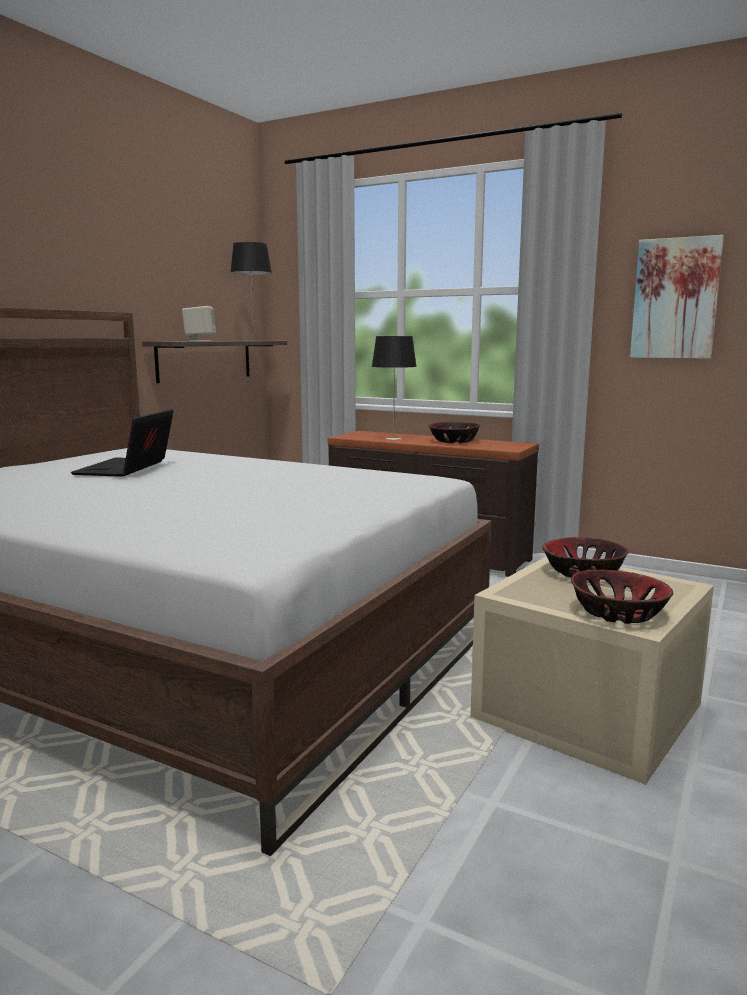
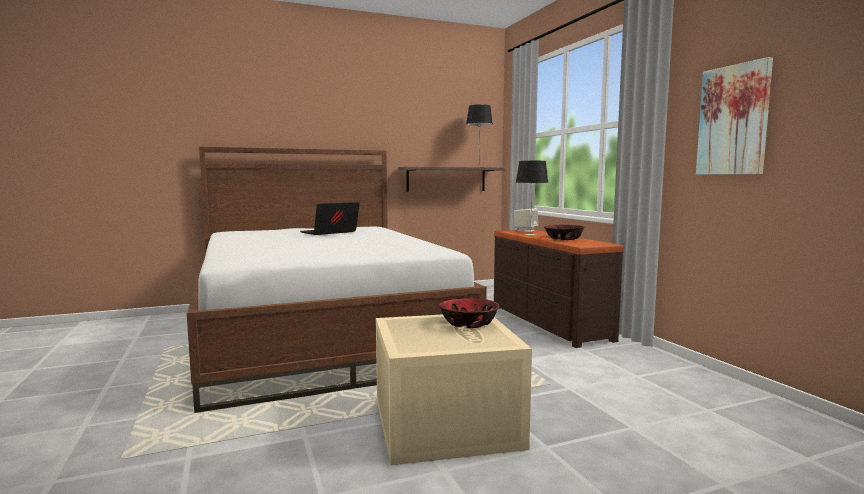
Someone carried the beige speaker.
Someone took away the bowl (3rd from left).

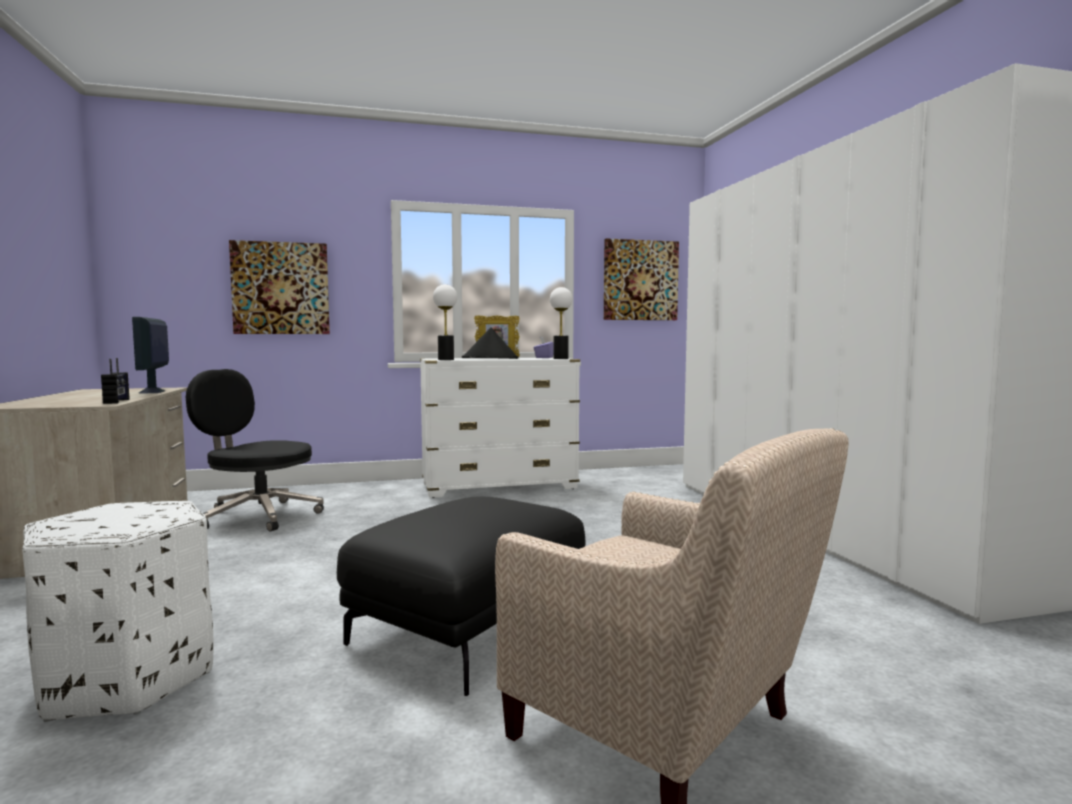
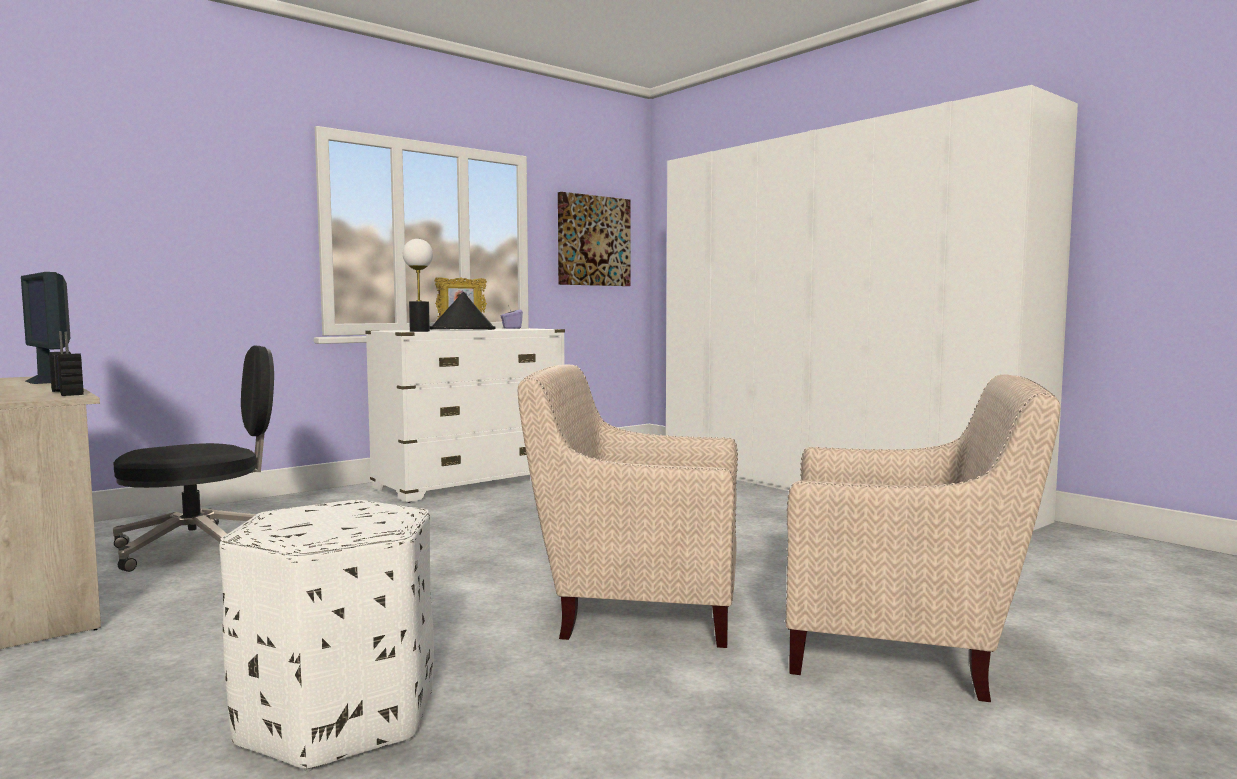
Someone took away the picture (1st from left).
Someone took away the table lamp (2nd from left).
Someone rotated the black office chair by 150 degrees clockwise.
Someone swapped the black ottoman for the beige armchair (1st from left).

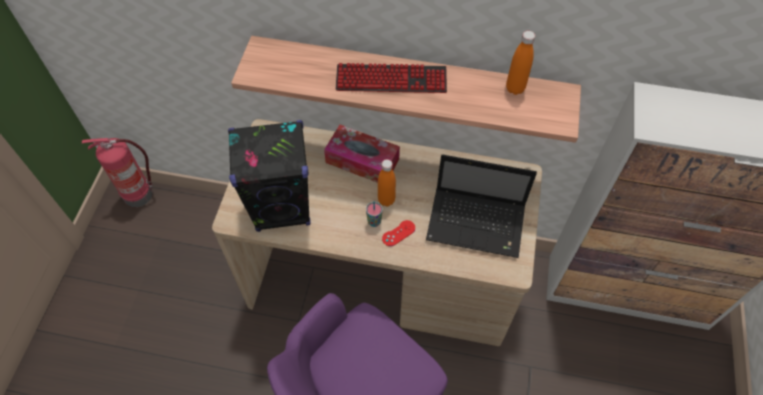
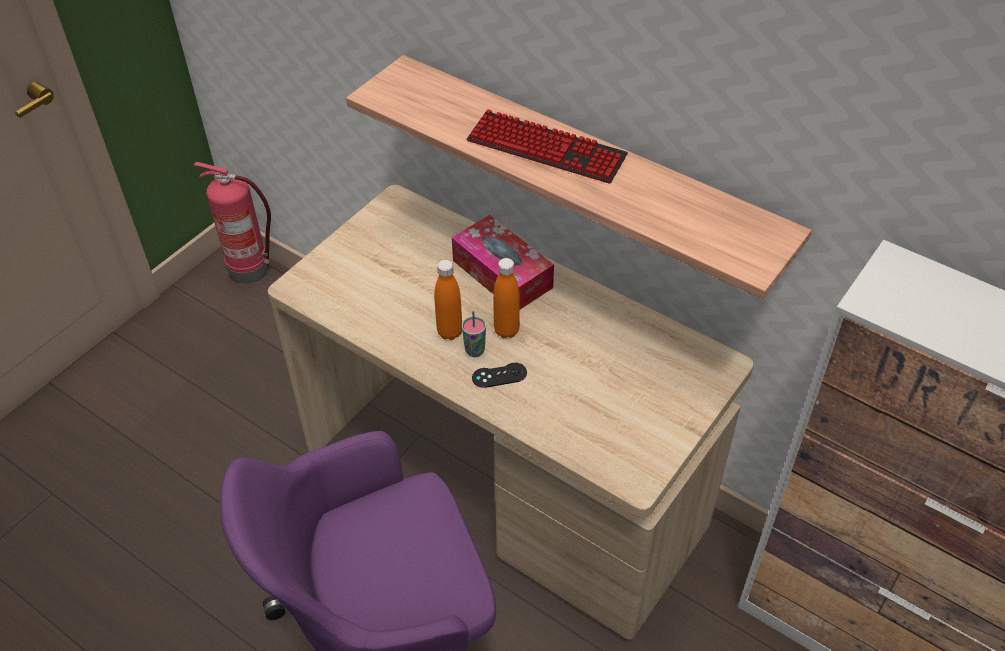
Someone carried the orange bottle (2nd from left in the first image).
Someone took away the black speaker.
Someone took away the laptop.
Someone repainted the red game controller, which became the black game controller.

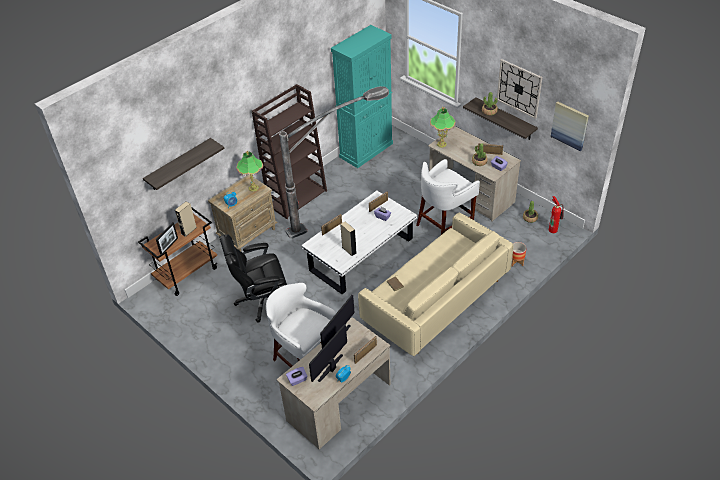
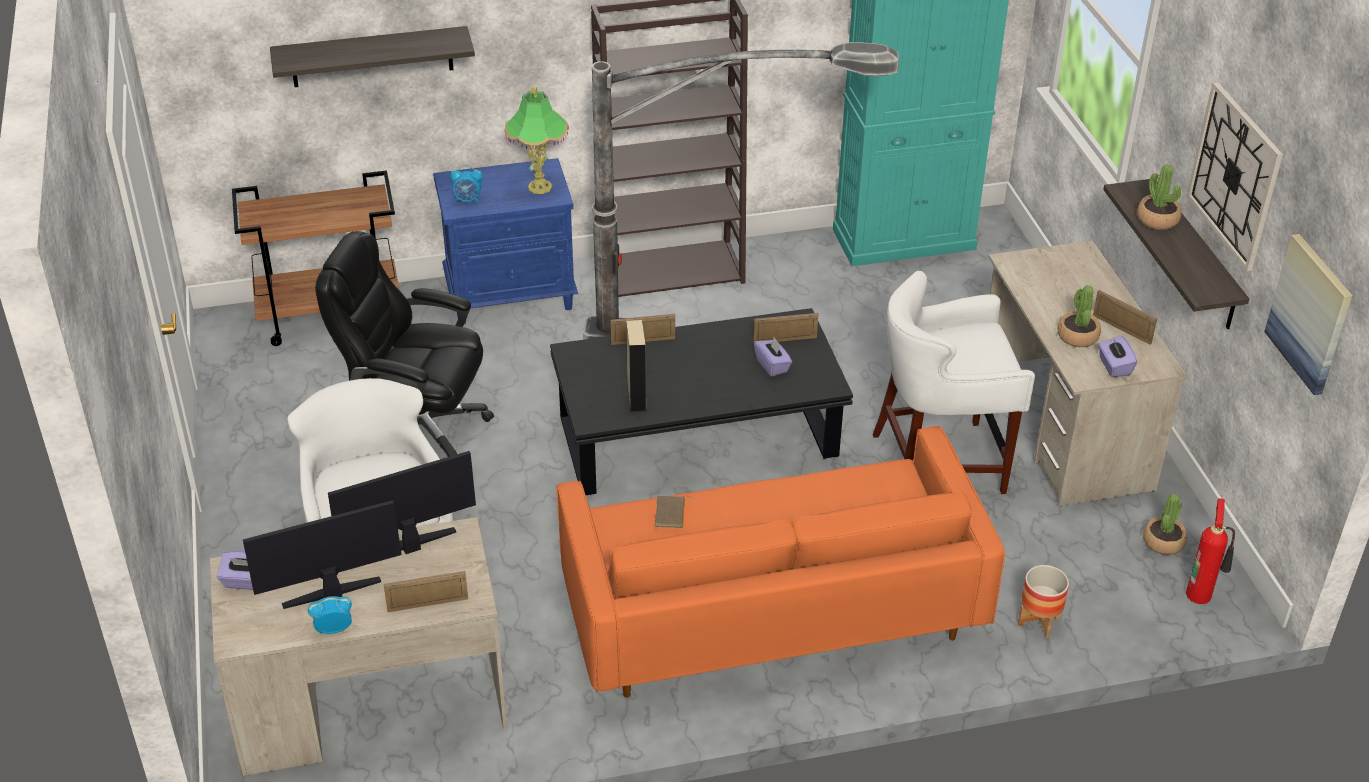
Someone took away the table lamp (2nd from left).
Someone repainted the beige nightstand, which became the blue nightstand.
Someone repainted the white coffee table, which became the black coffee table.
Someone took away the beige speaker (1st from left).
Someone repainted the beige sofa, which became the orange sofa.
Someone took away the picture frame (1st from left).

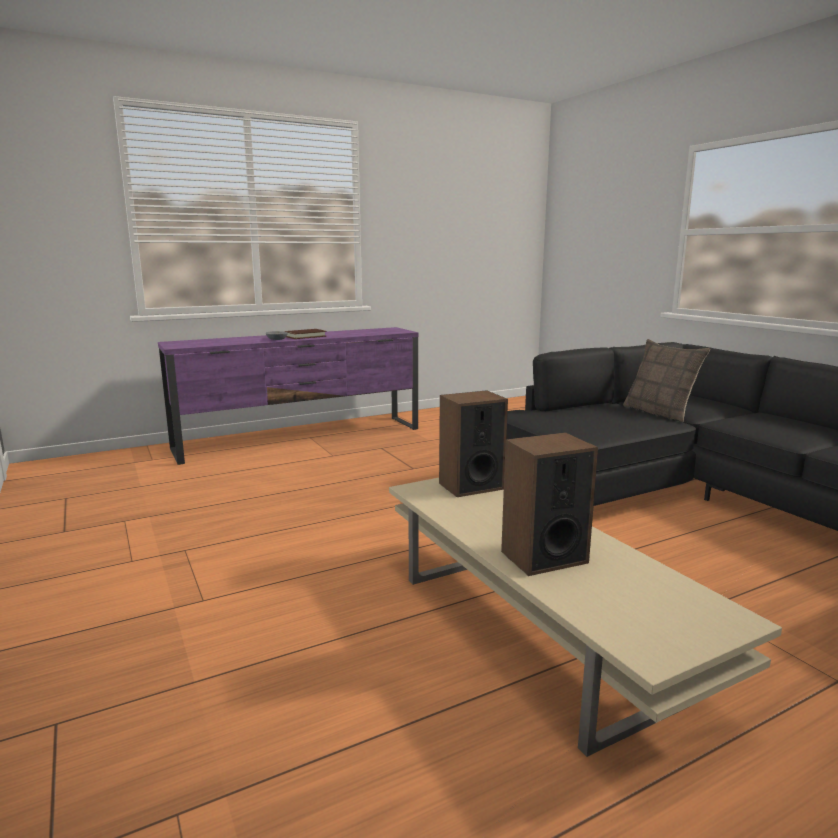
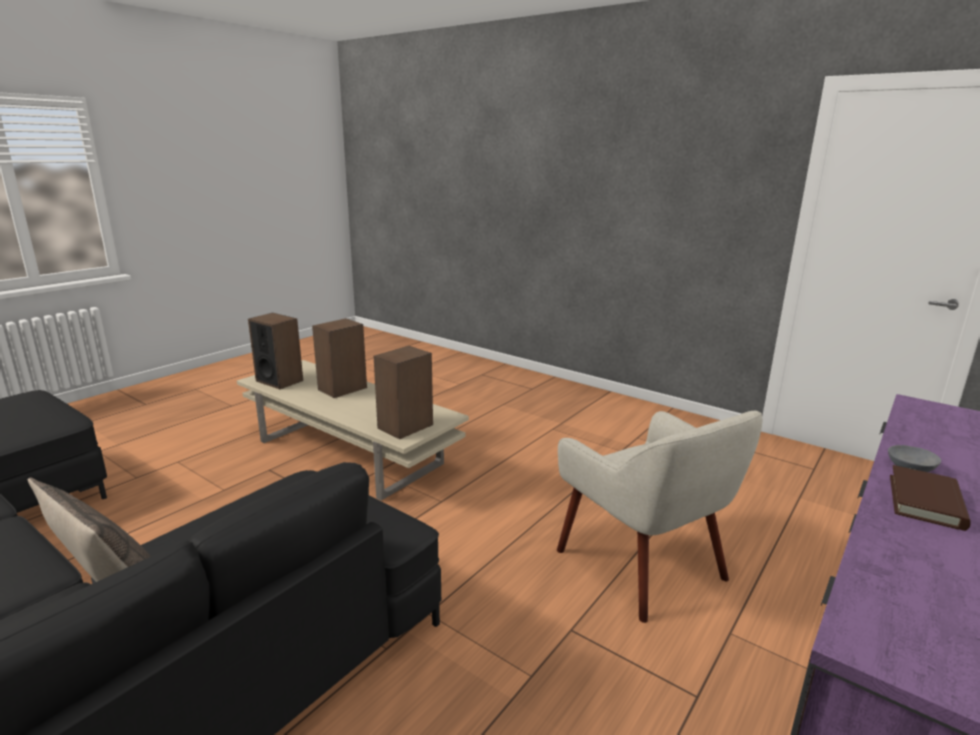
Someone put down the speaker (1st from left).
Someone put down the beige armchair.

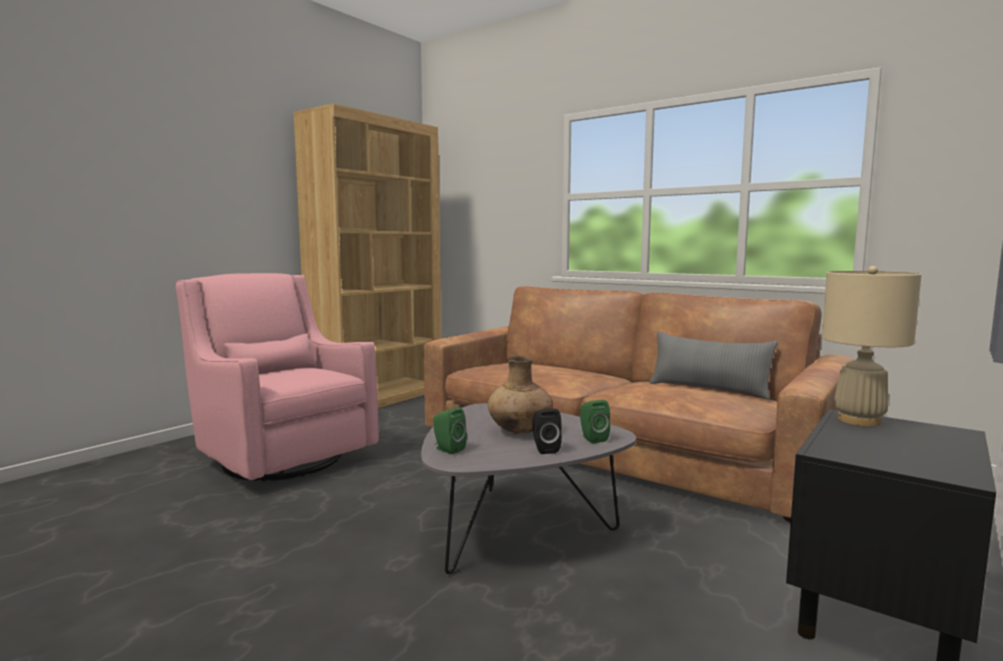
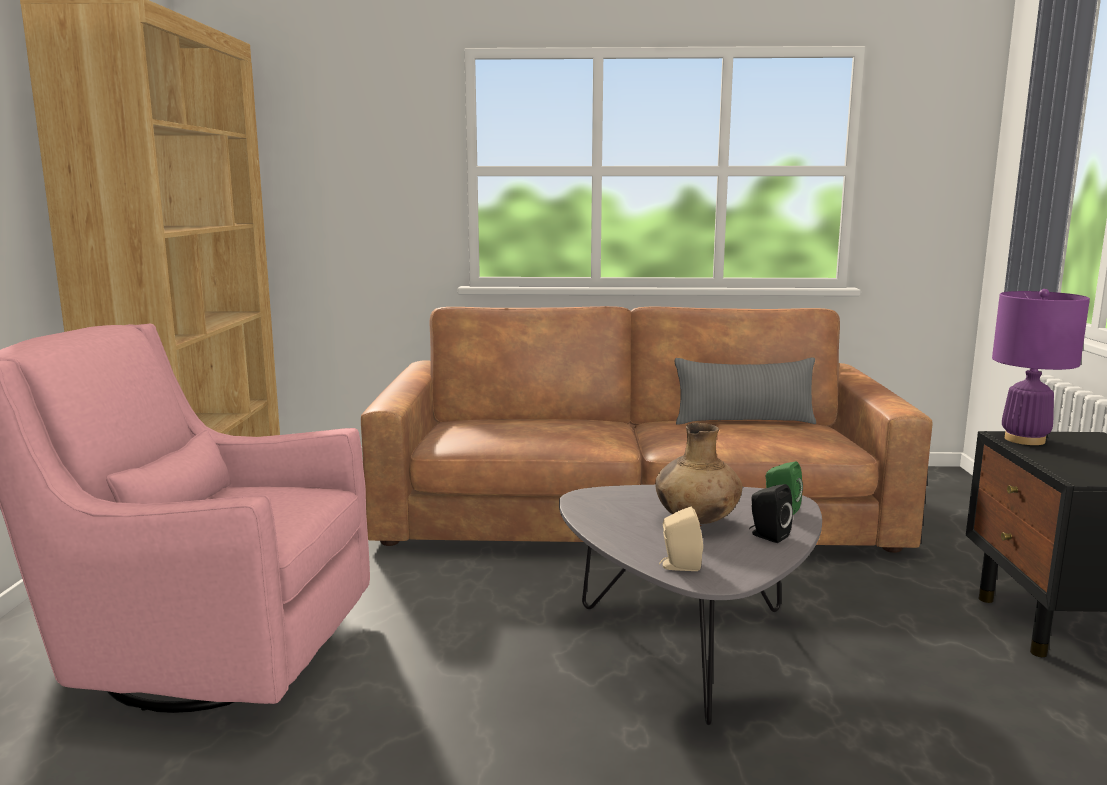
Someone repainted the beige table lamp, which became the purple table lamp.
Someone repainted the green speaker (1st from left), which became the beige speaker.

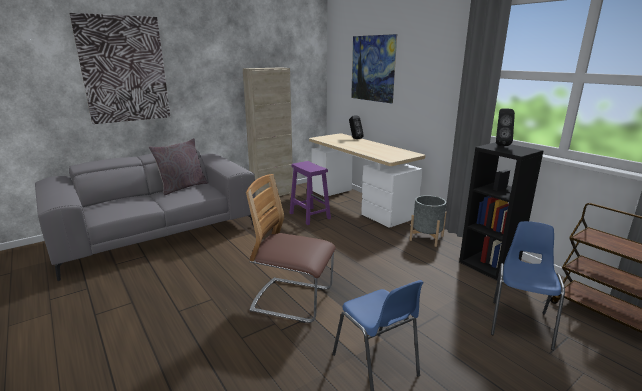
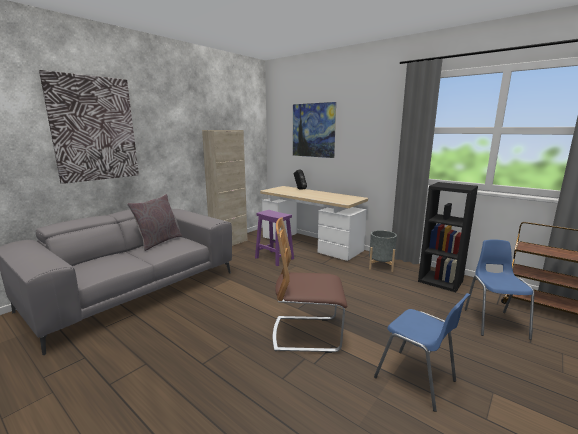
Someone took away the black speaker (2nd from left).

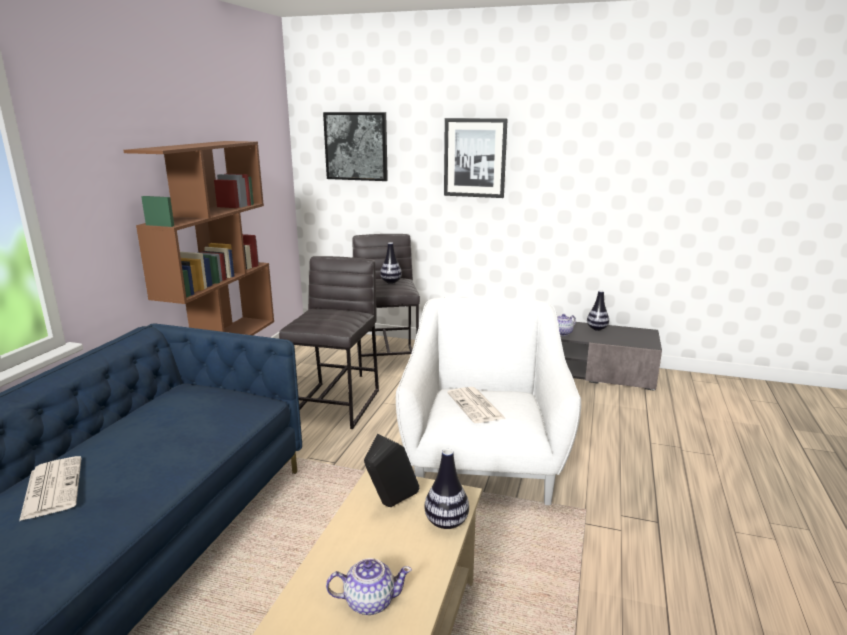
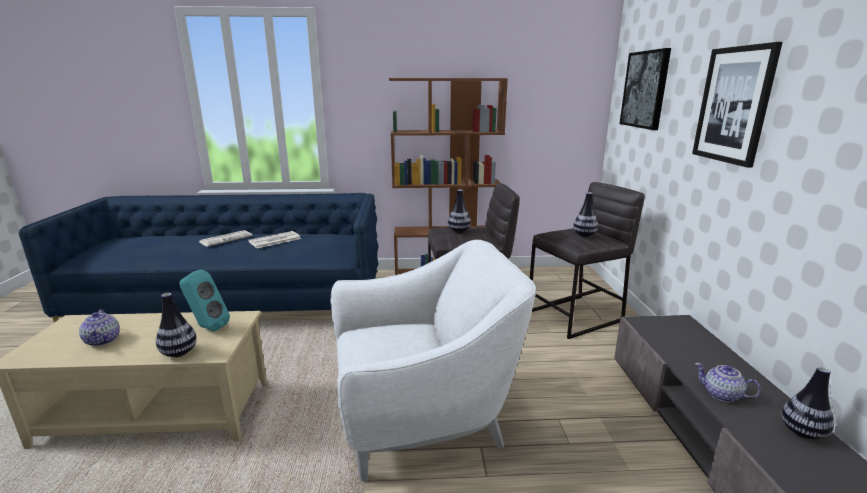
Someone carried the newspaper (2nd from left).
Someone repainted the black speaker, which became the turquoise speaker.
Someone put down the vase (2nd from left).

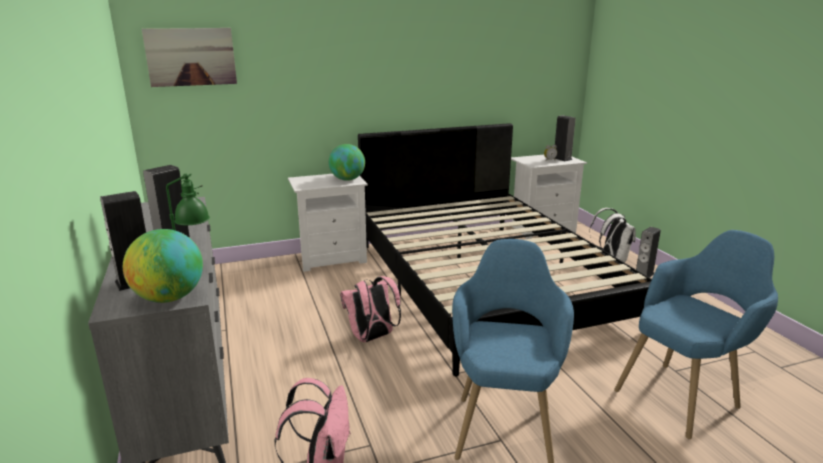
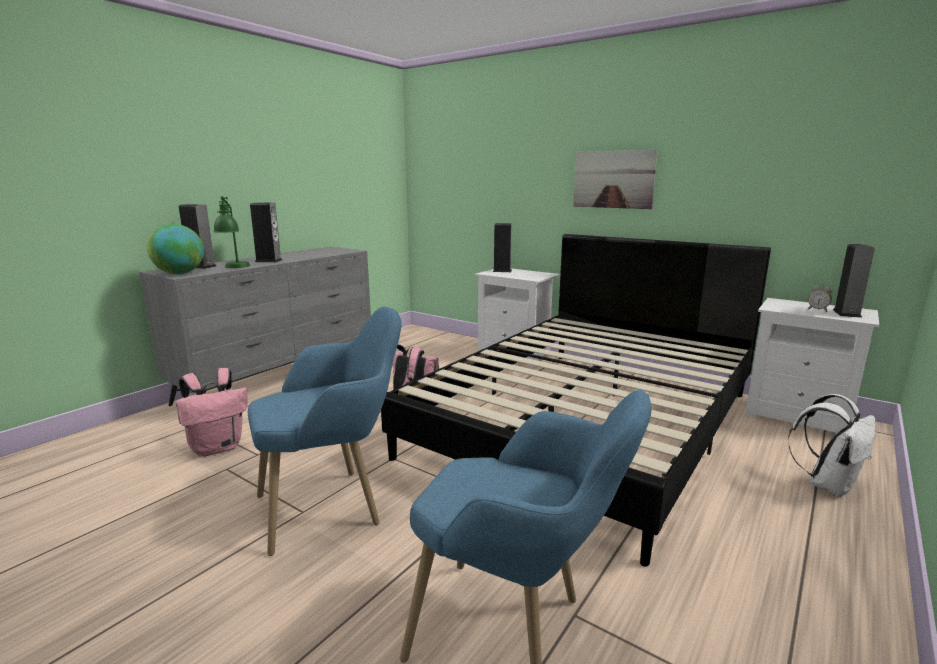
Someone carried the picture.
Someone took away the globe (2nd from left).
Someone carried the speaker (4th from left in the first image).

